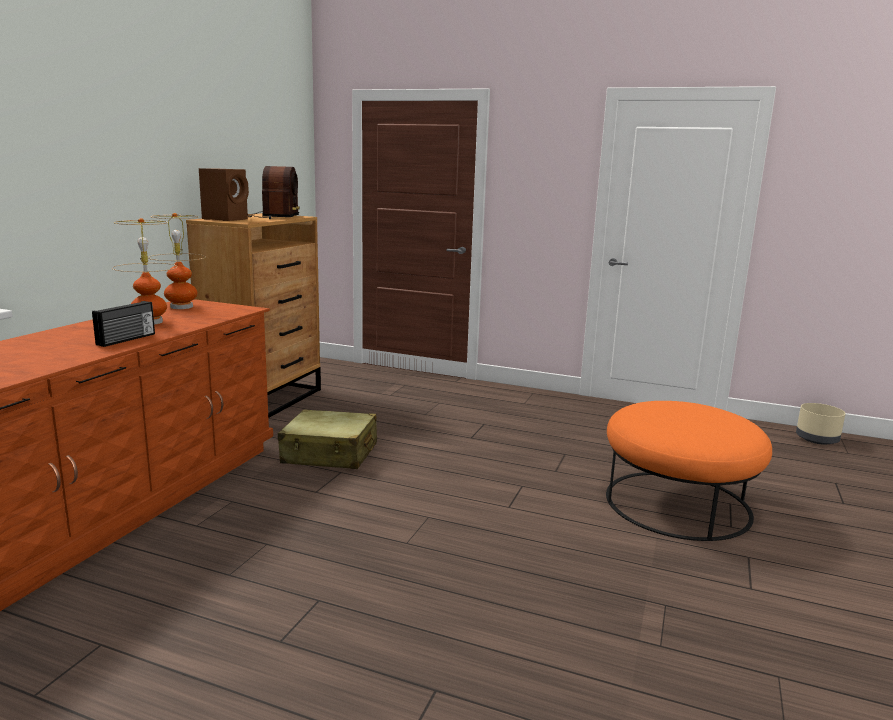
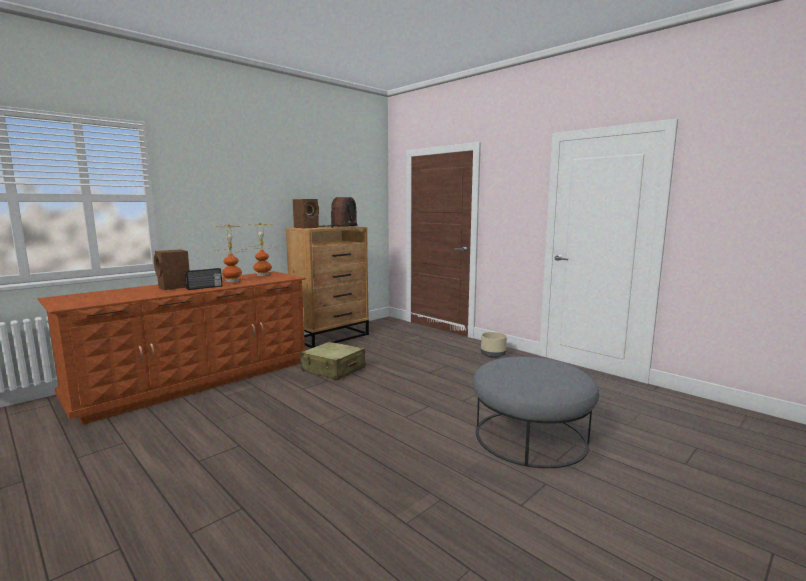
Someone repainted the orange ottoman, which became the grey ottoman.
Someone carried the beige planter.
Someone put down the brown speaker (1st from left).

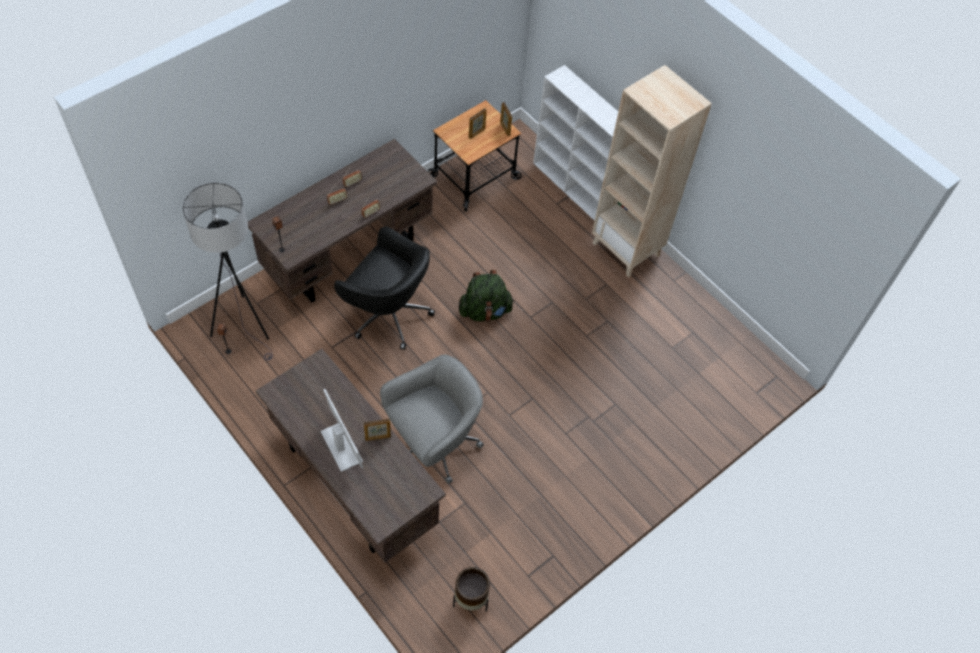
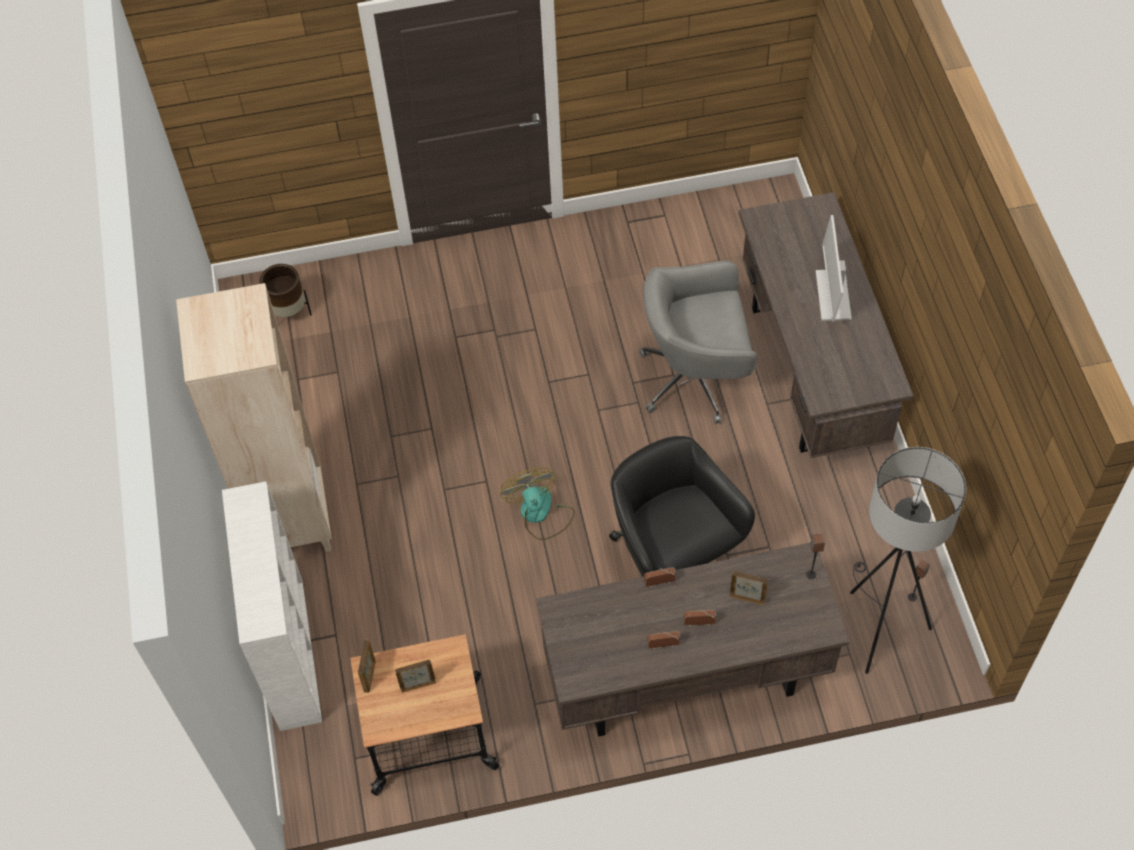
Someone swapped the green backpack for the fan.
Someone carried the picture frame (1st from left in the first image).
Someone carried the brown planter.

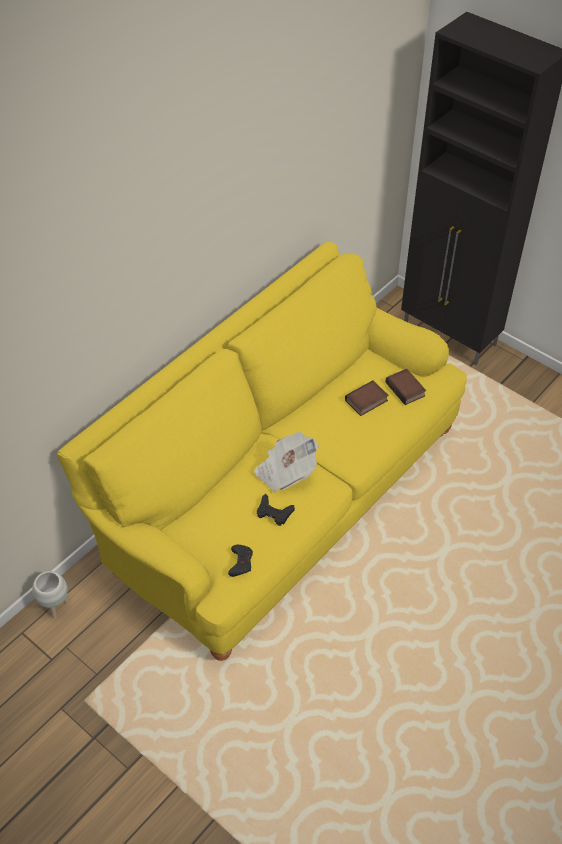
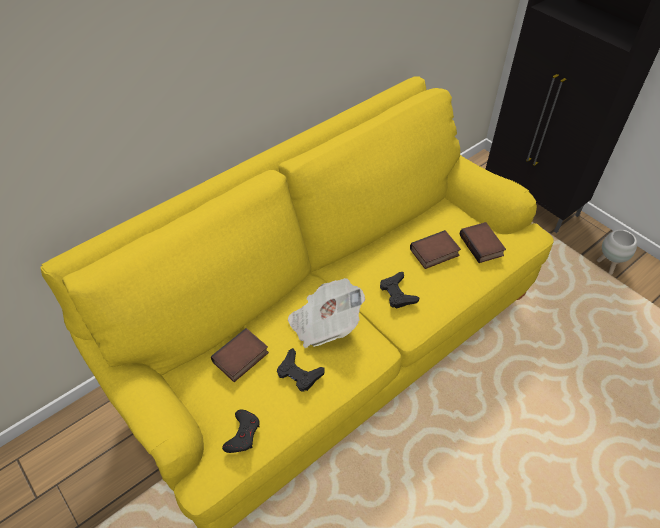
Someone carried the white planter.
Someone put down the black game controller (3rd from left).
Someone put down the book (1st from left).

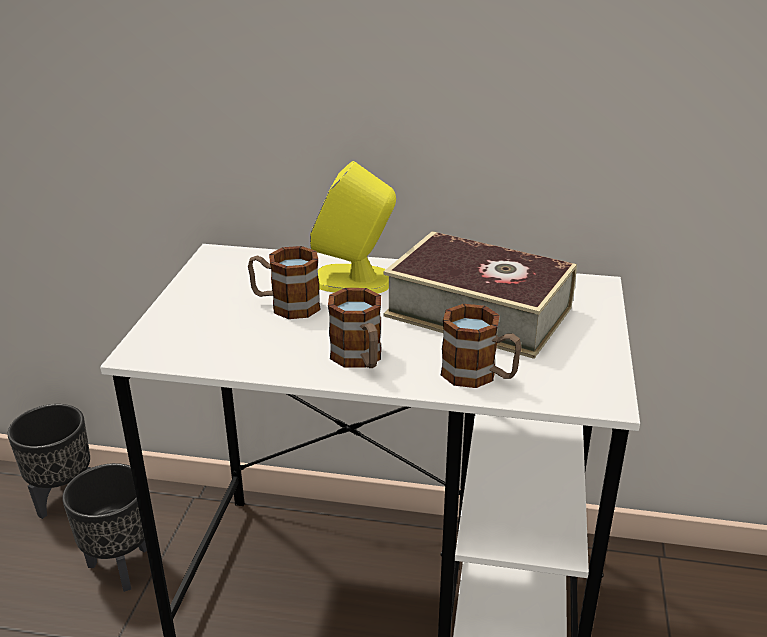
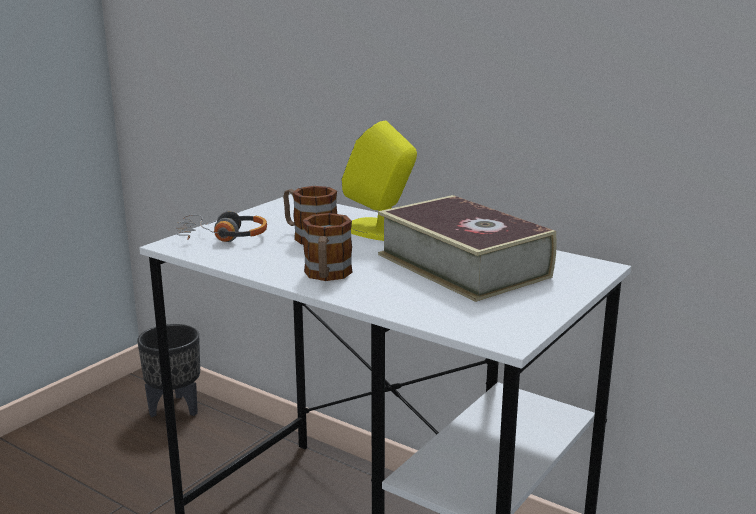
Someone took away the mug (3rd from left).
Someone took away the black planter (2nd from left).
Someone put down the headphones.

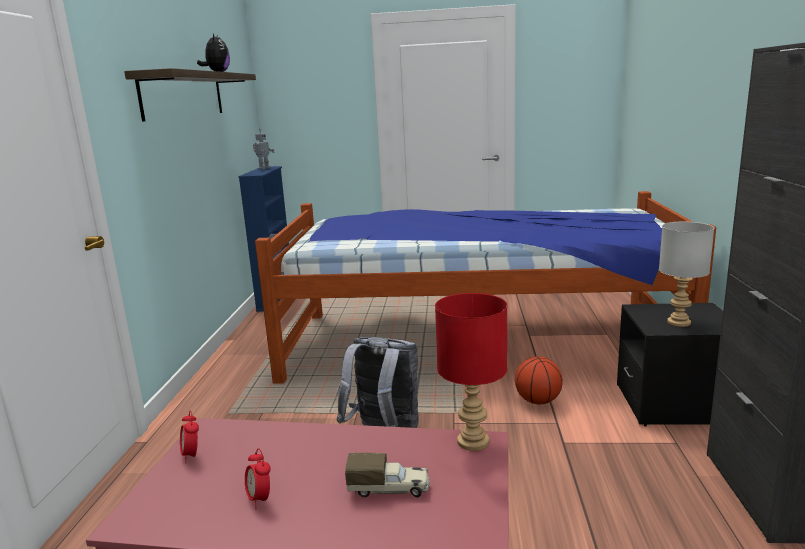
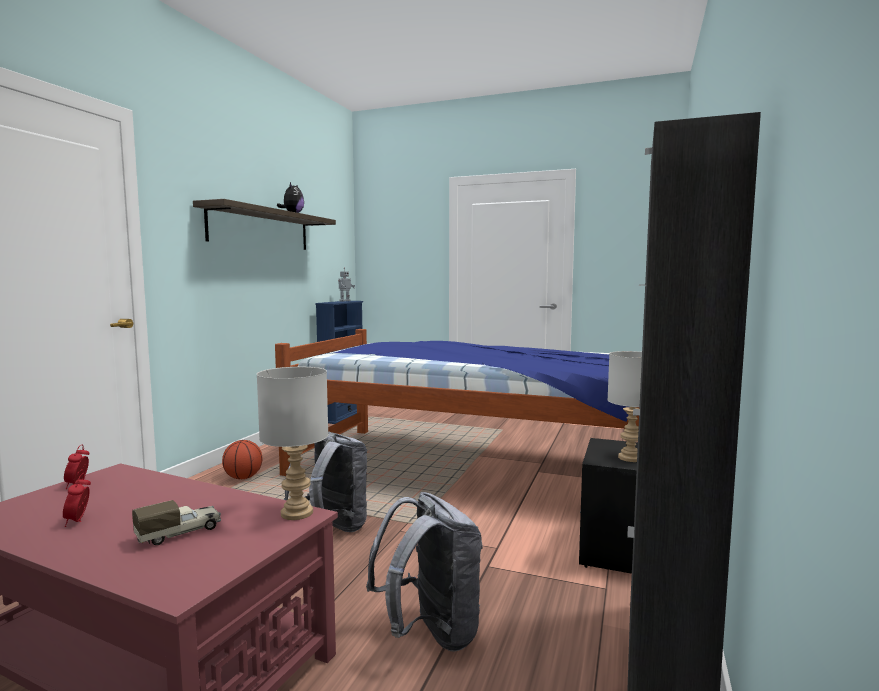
Someone repainted the red table lamp, which became the grey table lamp (1st from left).
Someone carried the basketball.
Someone rotated the toy truck by 60 degrees counterclockwise.
Someone put down the grey backpack (2nd from left).

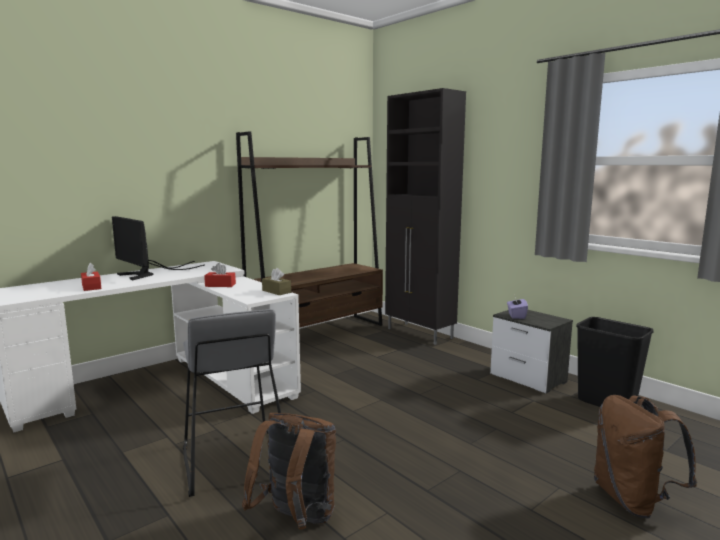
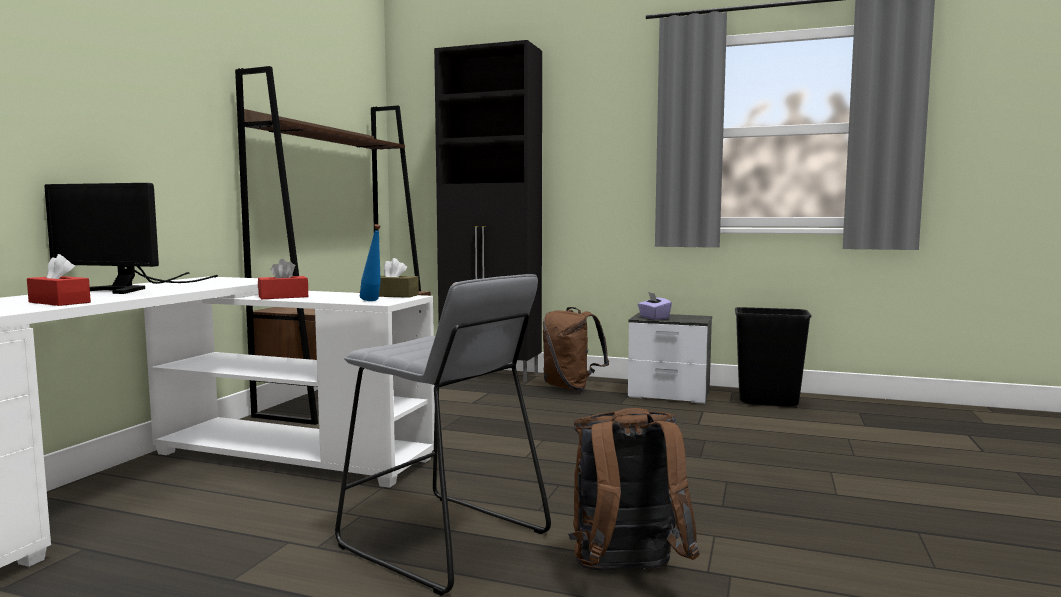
Someone carried the brown backpack (2nd from left in the first image).
Someone put down the blue bottle.

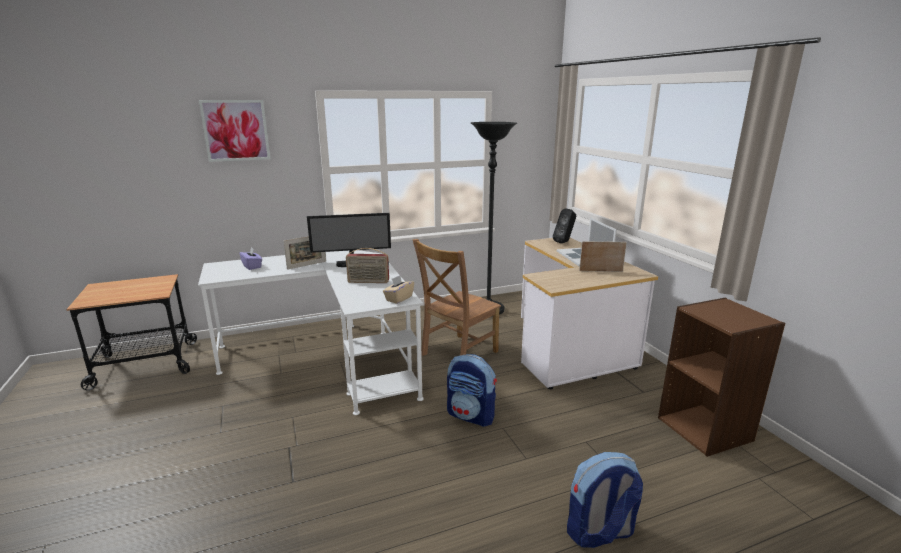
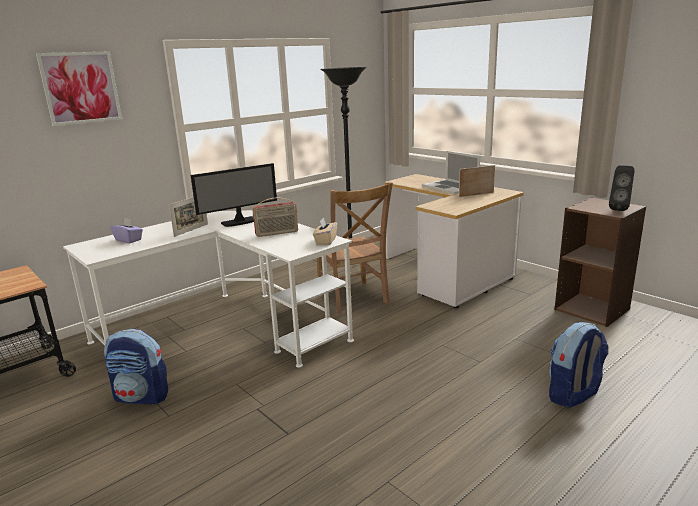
Someone carried the black speaker.
Someone rotated the brown chair by 45 degrees counterclockwise.
Someone carried the backpack (1st from left).

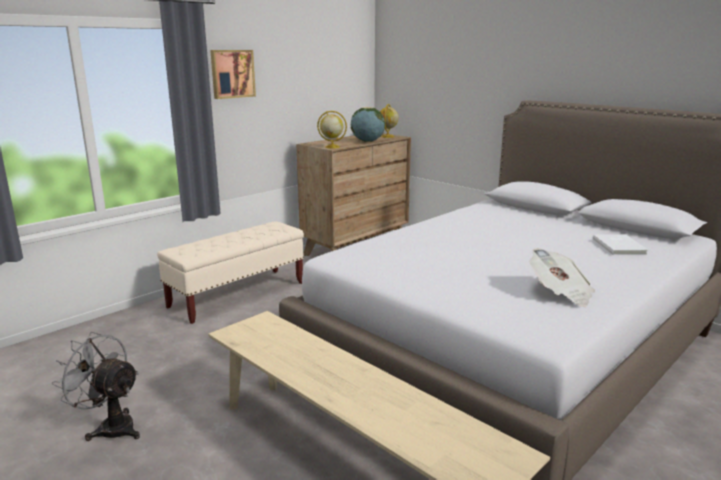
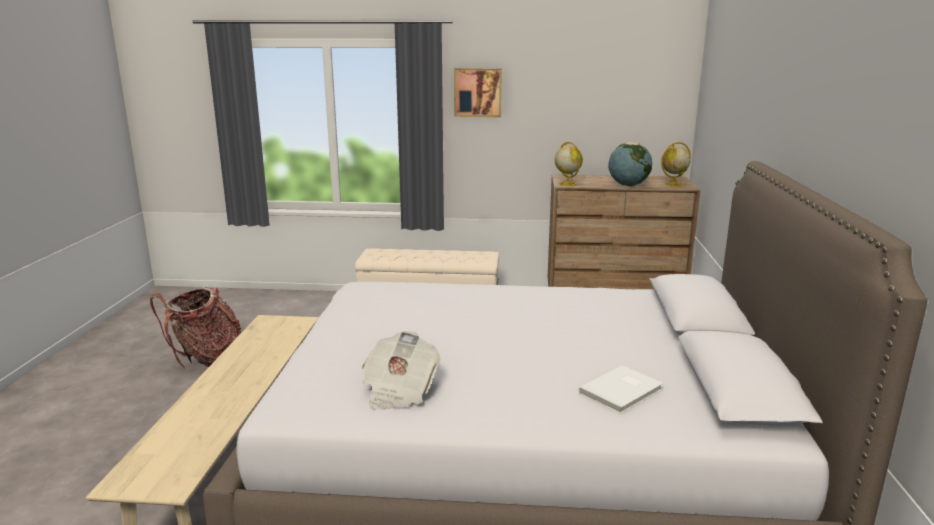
Someone swapped the grey fan for the backpack.

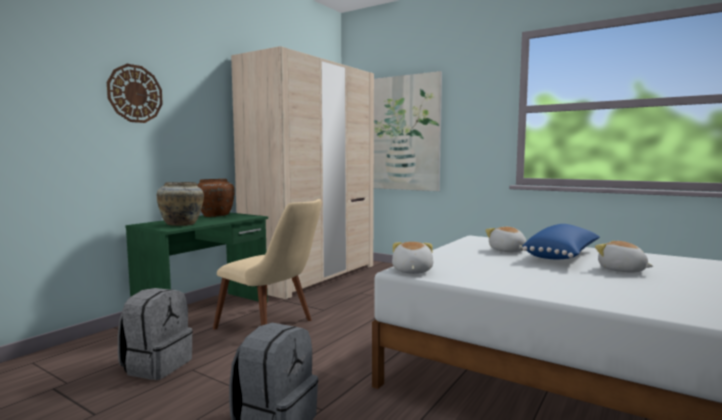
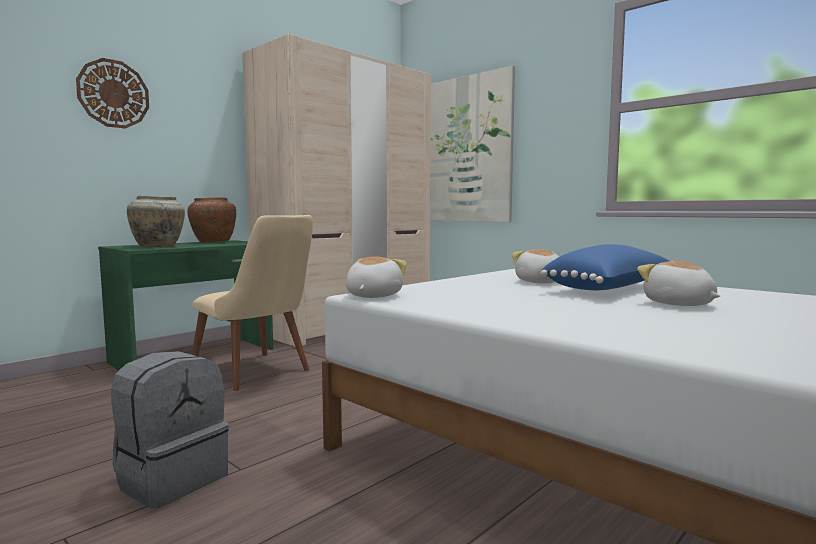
Someone took away the grey backpack (1st from left).

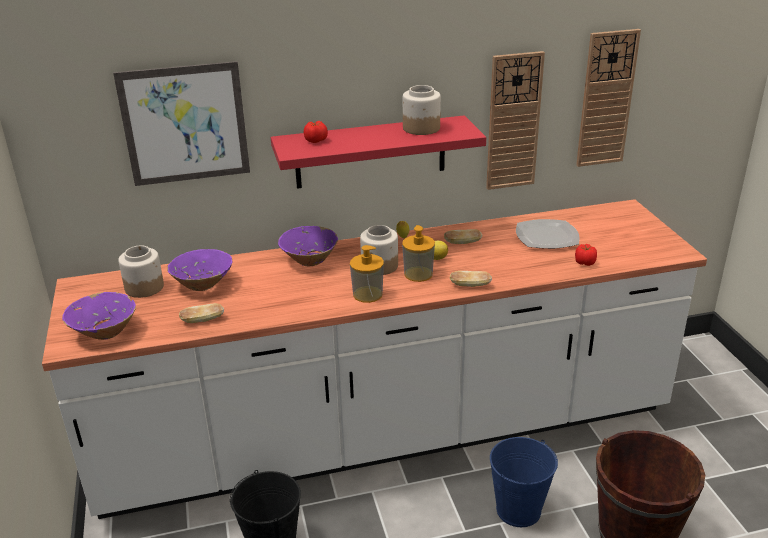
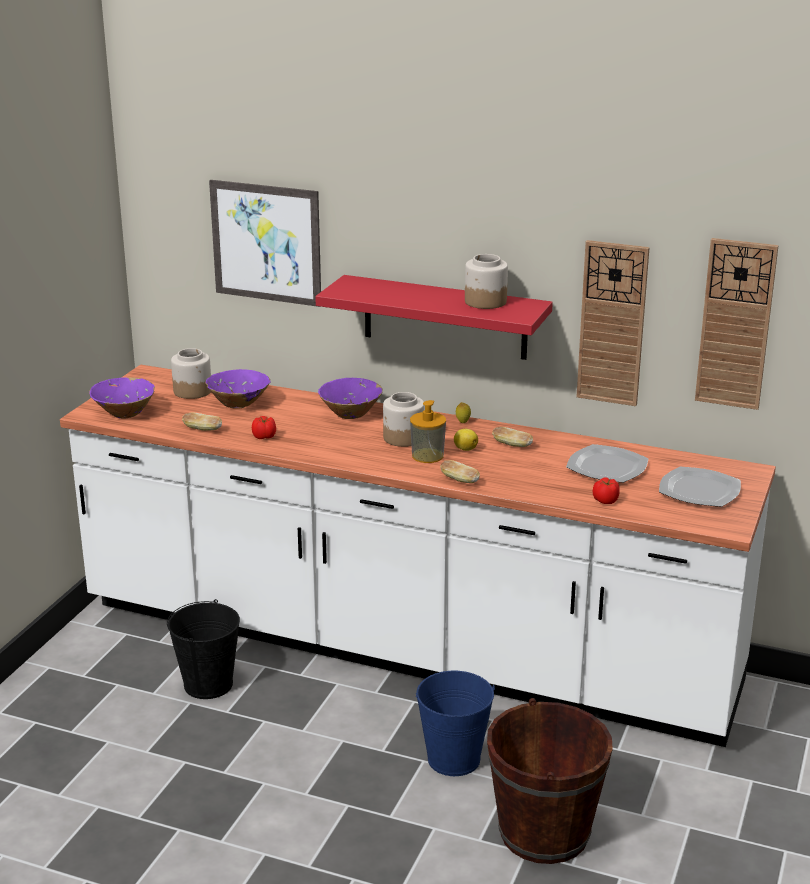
Someone carried the tomato (1st from left).
Someone took away the soap dispenser (1st from left).
Someone put down the plate (2nd from left).

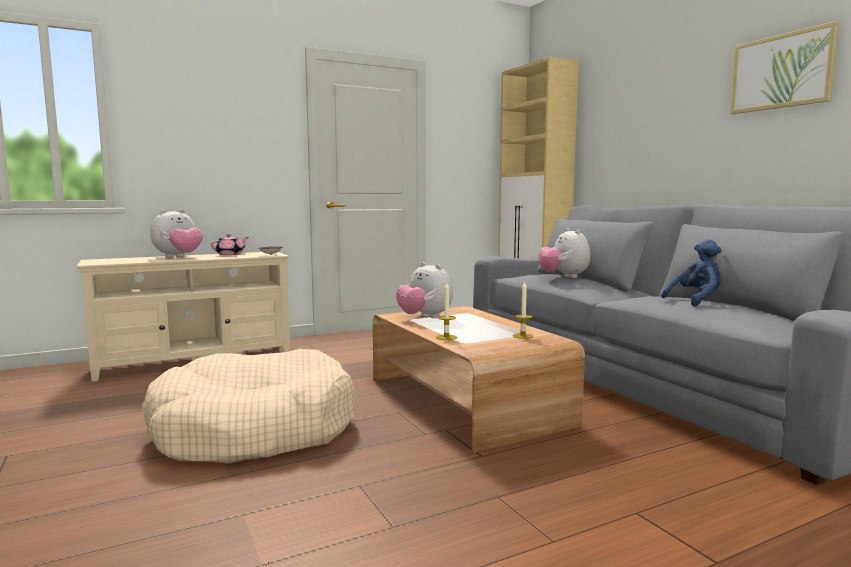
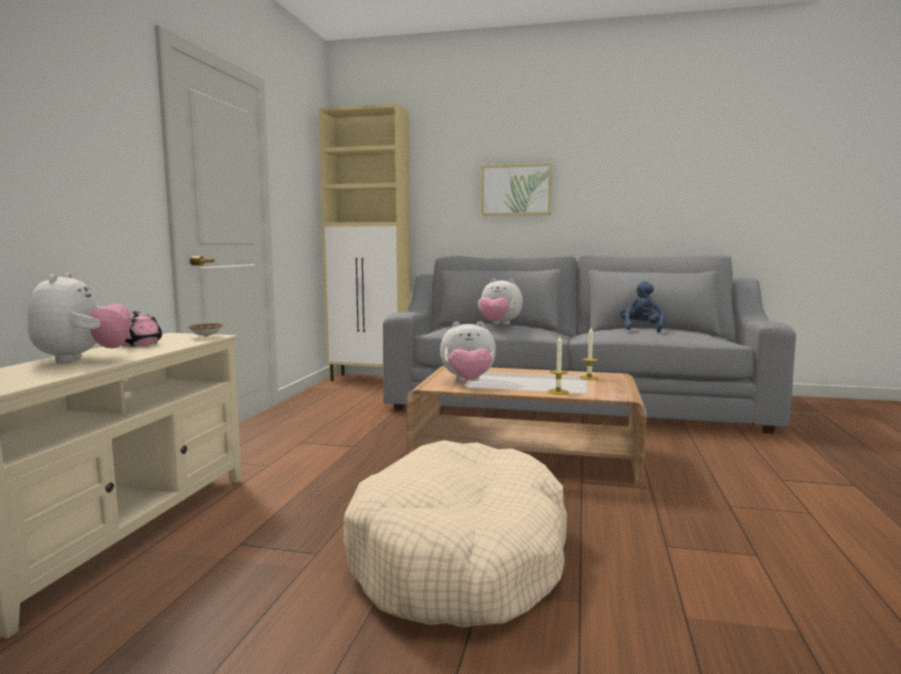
Someone carried the picture.

